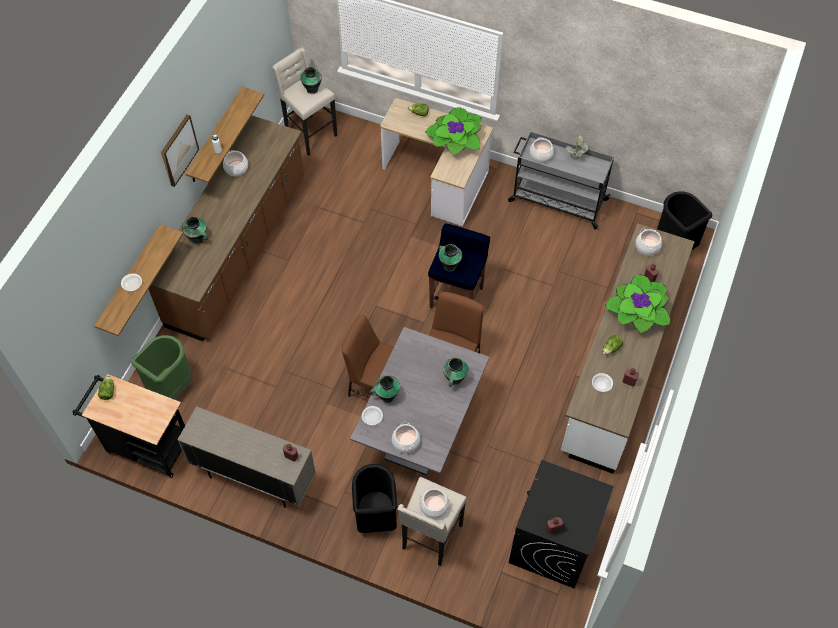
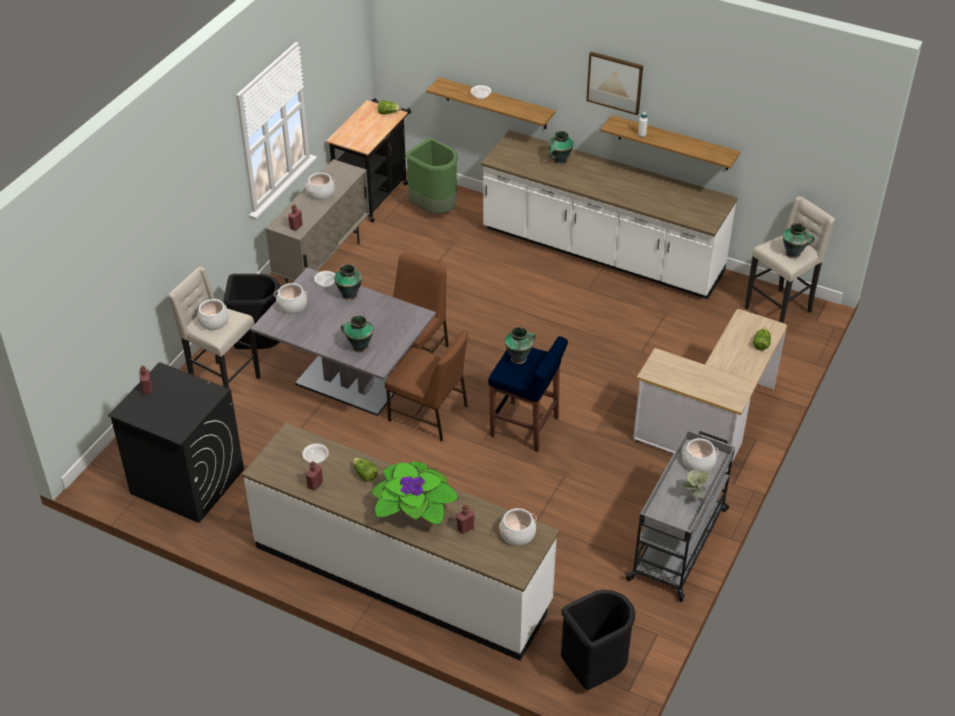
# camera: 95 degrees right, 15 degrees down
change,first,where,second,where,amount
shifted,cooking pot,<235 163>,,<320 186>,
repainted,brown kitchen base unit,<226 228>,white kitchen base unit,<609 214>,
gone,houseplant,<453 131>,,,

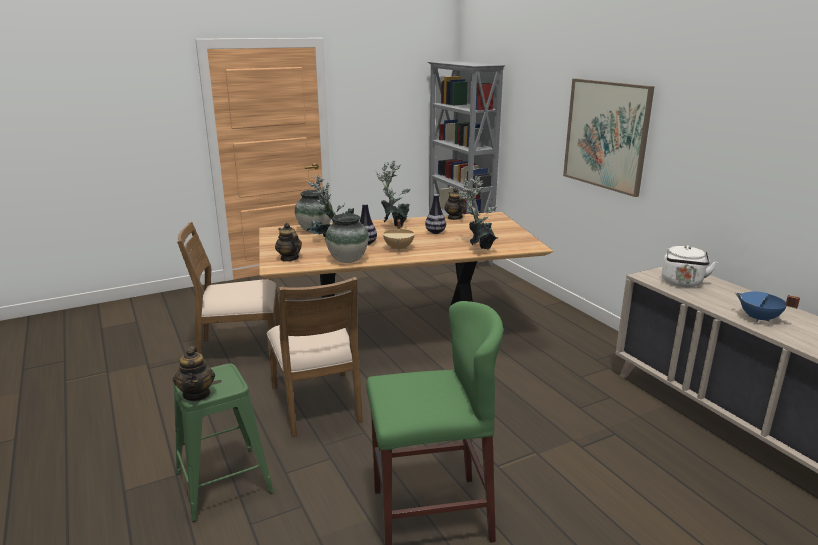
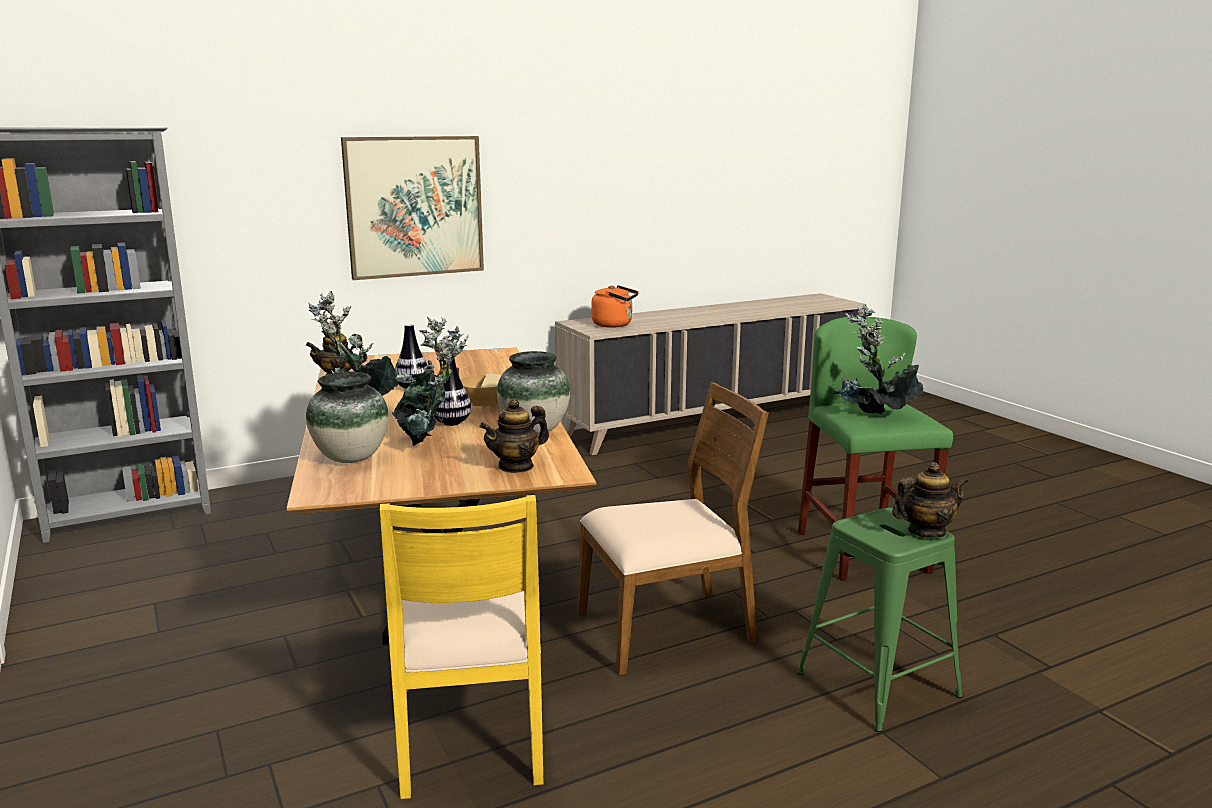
# camera: 90 degrees left, 5 degrees down
change,first,where,second,where,amount
repainted,brown plain chair,<228 293>,yellow-coloured plain chair,<462 647>,
repainted,white tea kettle,<689 266>,orange-coloured tea kettle,<615 306>,
shifted,houseplant,<478 213>,,<878 359>,
gone,bluish cooking pot,<767 306>,,,

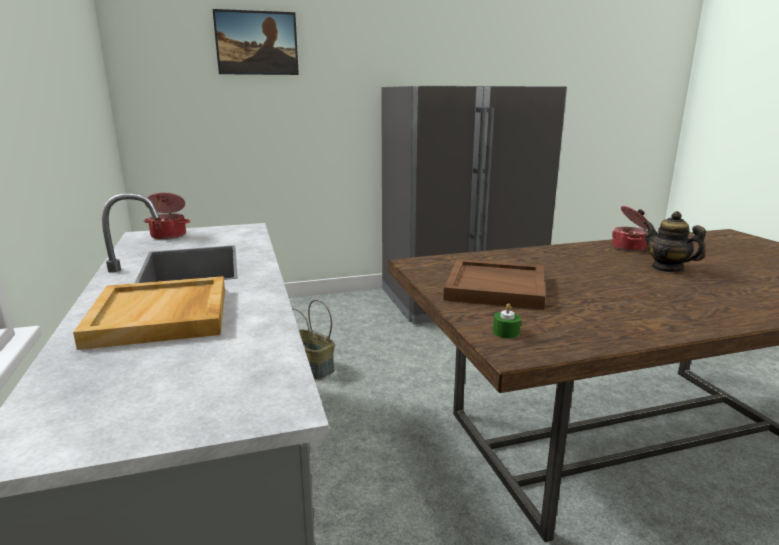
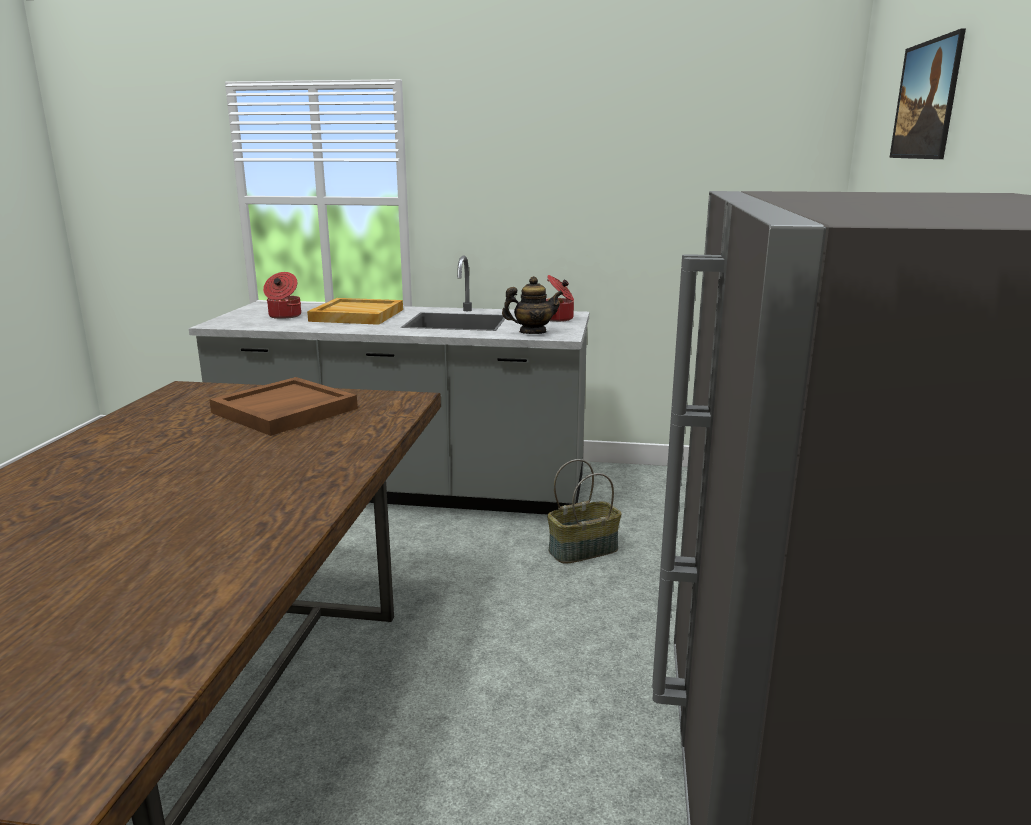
# camera: 115 degrees right, 0 degrees up
change,first,where,second,where,amount
shifted,cooking pot,<630 229>,,<282 295>,
shifted,teapot,<675 242>,,<532 305>,
gone,green wax candle,<507 321>,,,

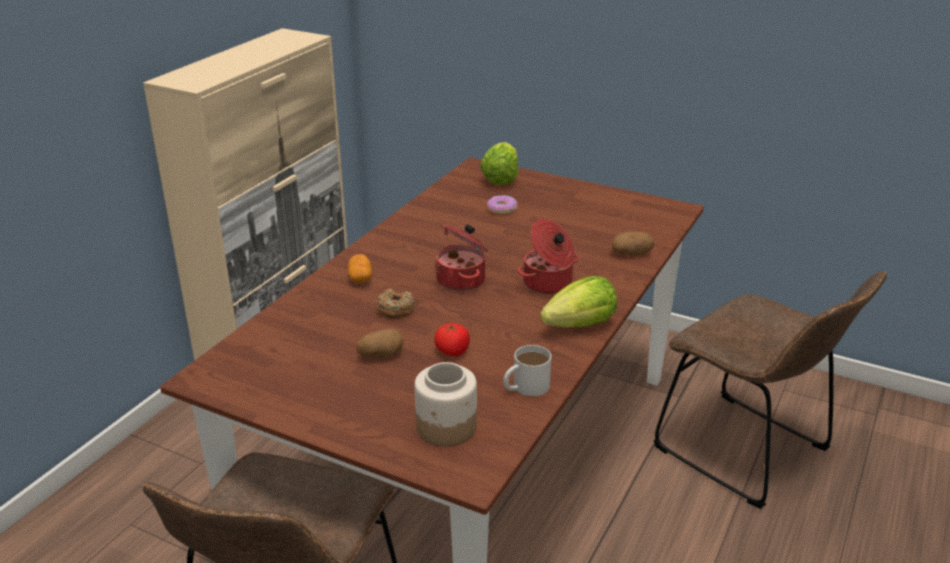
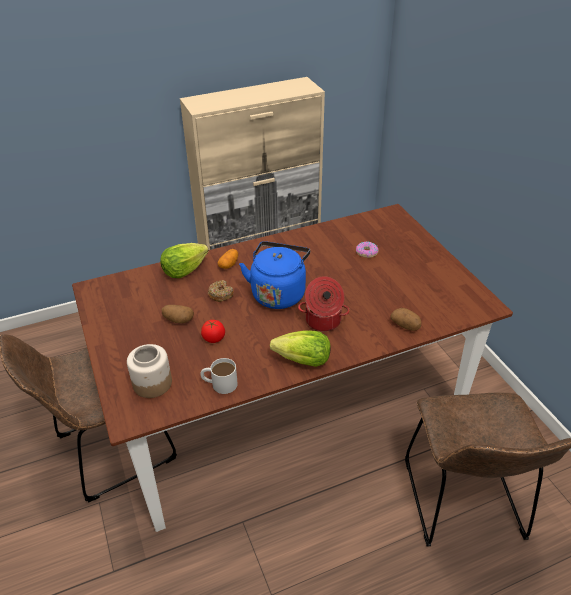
# camera: 40 degrees right, 10 degrees up
change,first,where,second,where,amount
shifted,lettuce head,<499 163>,,<184 260>,
swapped,cooking pot,<461 257>,bluish tea kettle,<274 275>,

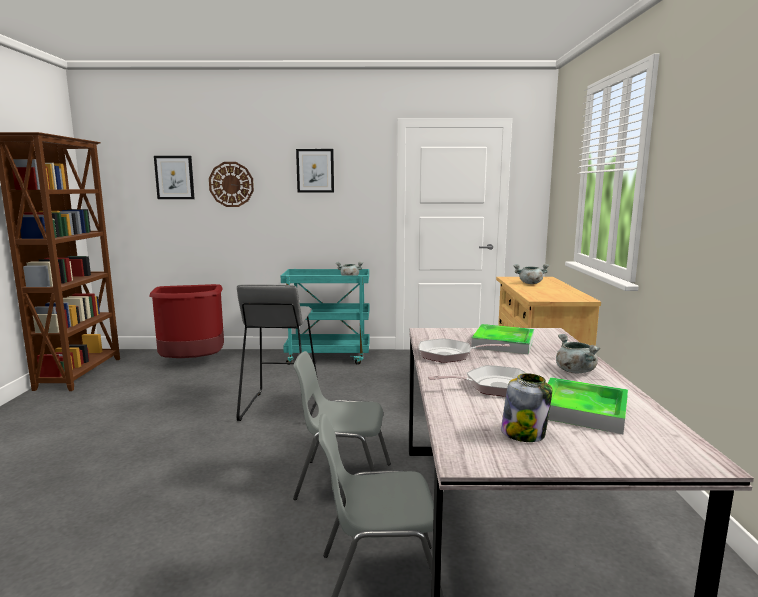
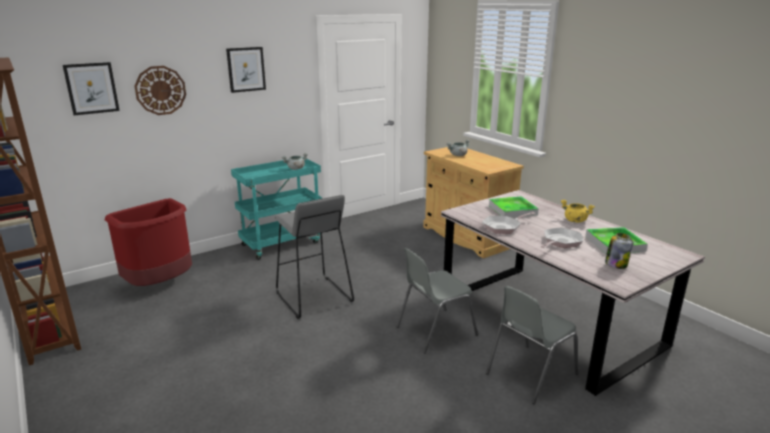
# camera: 35 degrees left, 10 degrees up
change,first,where,second,where,amount
repainted,greyish cooking pot,<578 353>,yellow-coloured cooking pot,<578 211>,

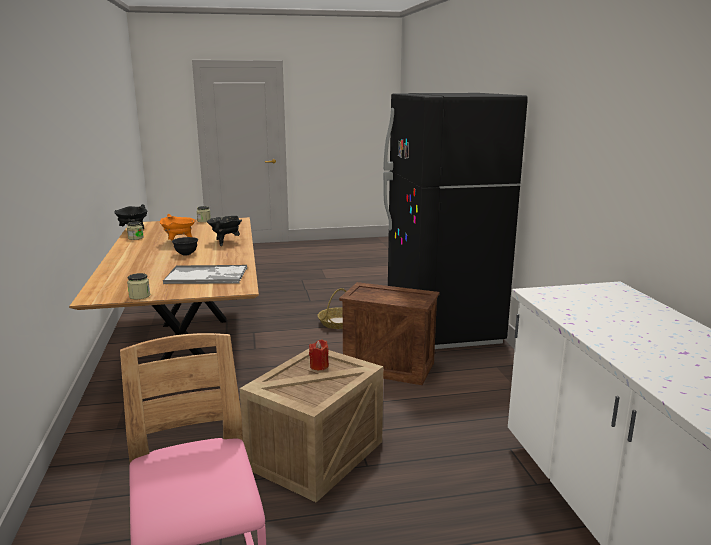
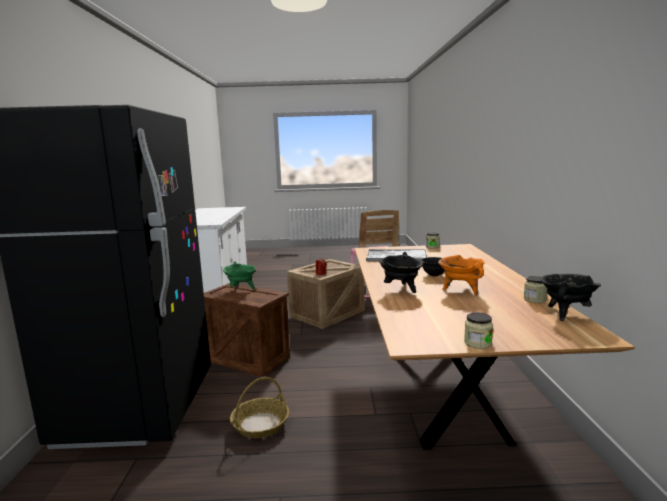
# camera: 170 degrees left, 5 degrees down
change,first,where,second,where,amount
new,,,green cooking pot,<239 275>,

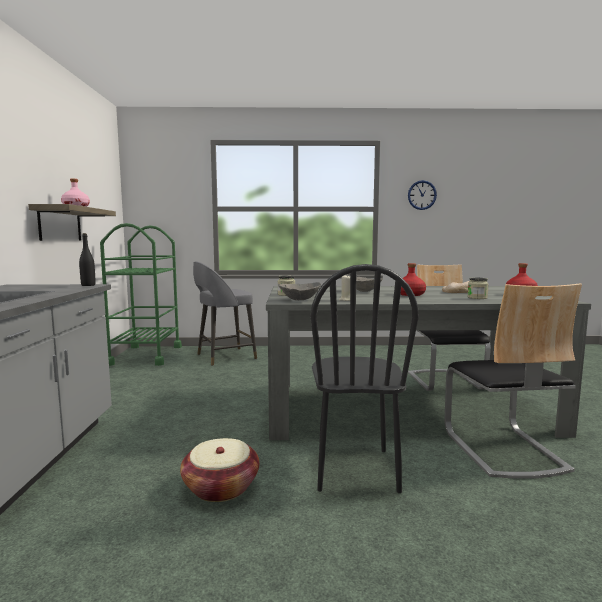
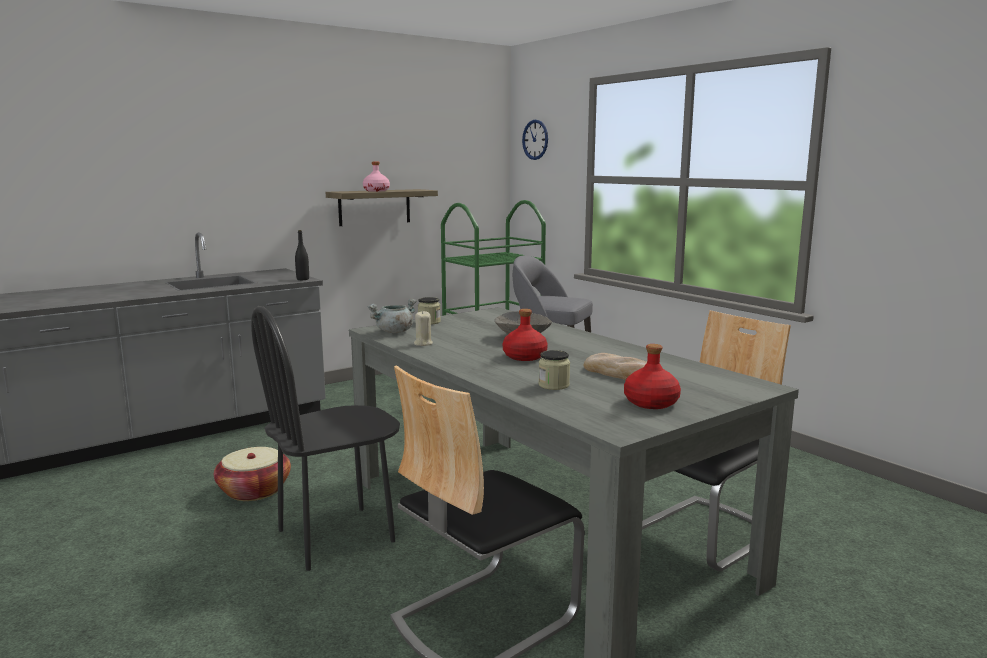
# camera: 55 degrees right, 5 degrees up
change,first,where,second,where,amount
swapped,greyish serving bowl,<299 291>,greyish cooking pot,<392 315>,
shifted,wall clock,<422 195>,,<535 140>,

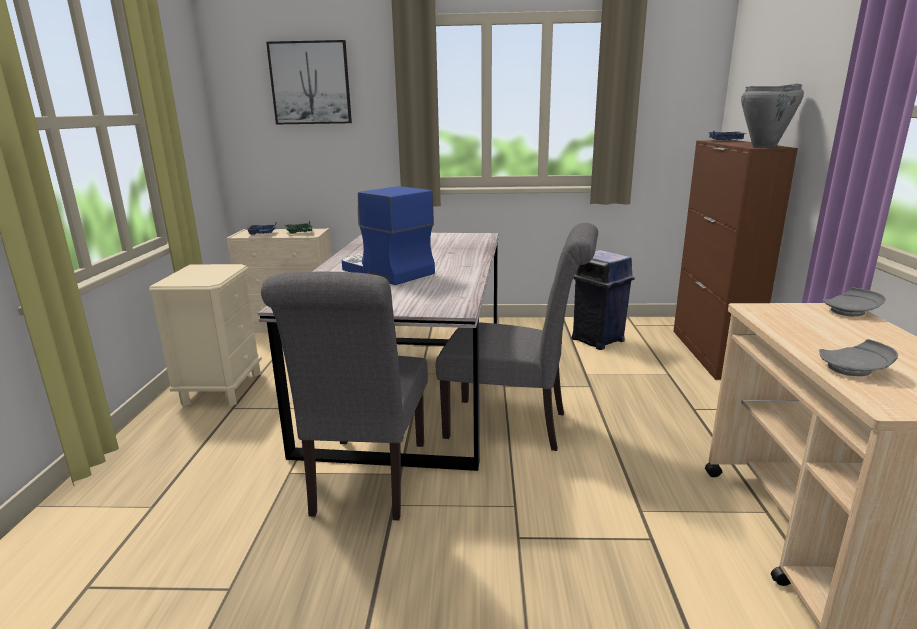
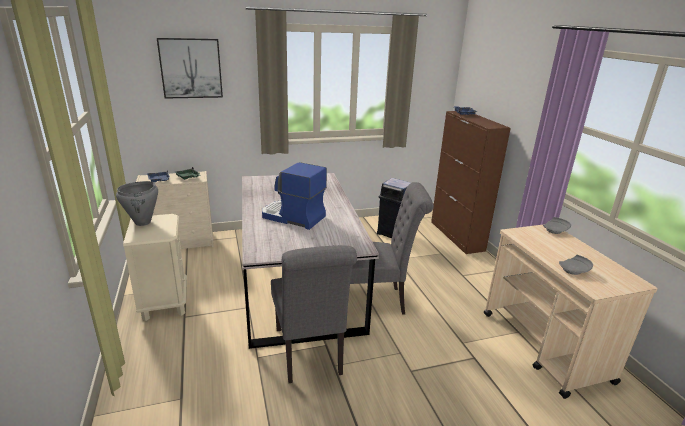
# camera: 20 degrees left, 5 degrees up
change,first,where,second,where,amount
shifted,greyish cooking pot,<772 116>,,<137 203>,

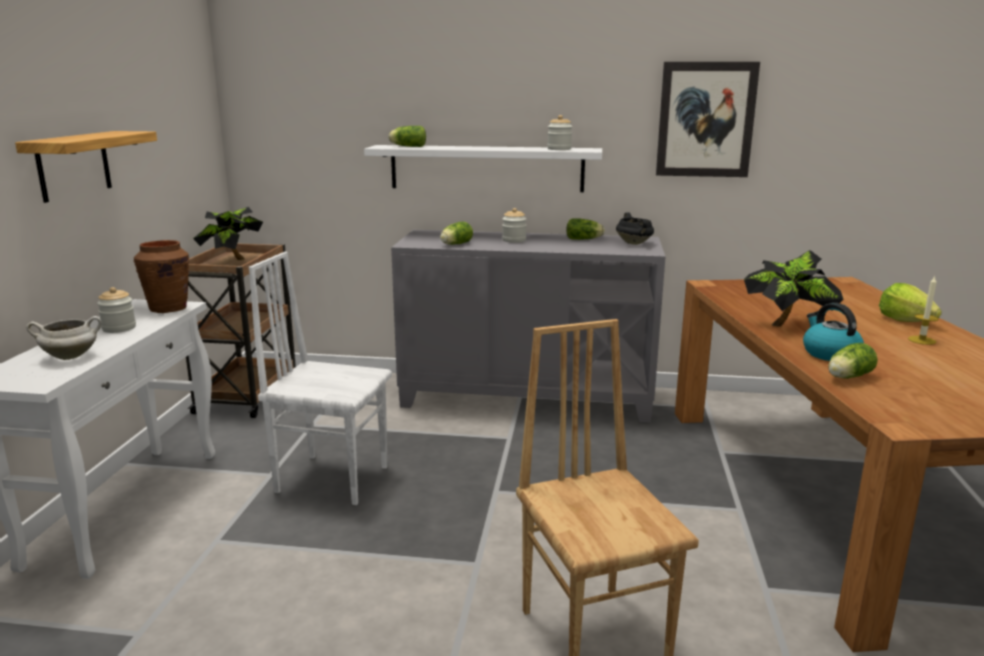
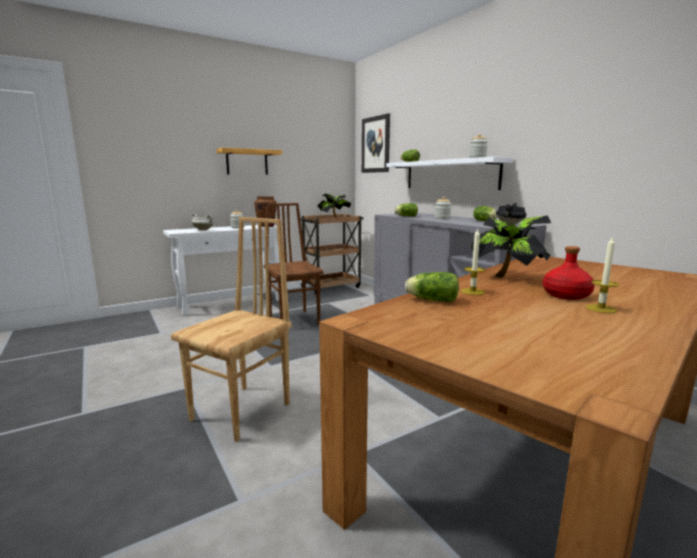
# camera: 50 degrees right, 5 degrees down
change,first,where,second,where,amount
repainted,white plain chair,<320 378>,brown plain chair,<294 264>,
shifted,picture,<708 119>,,<376 143>,
swapped,tea kettle,<833 332>,wax candle,<473 262>,
new,,,red-coloured bottle,<569 273>,
gone,lettuce head,<910 302>,,,

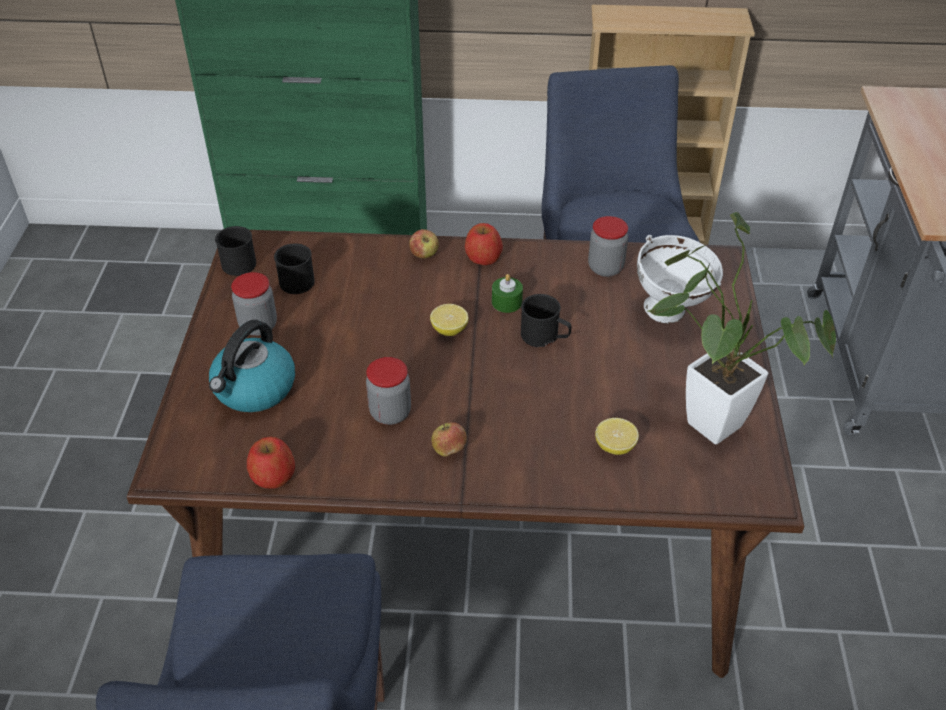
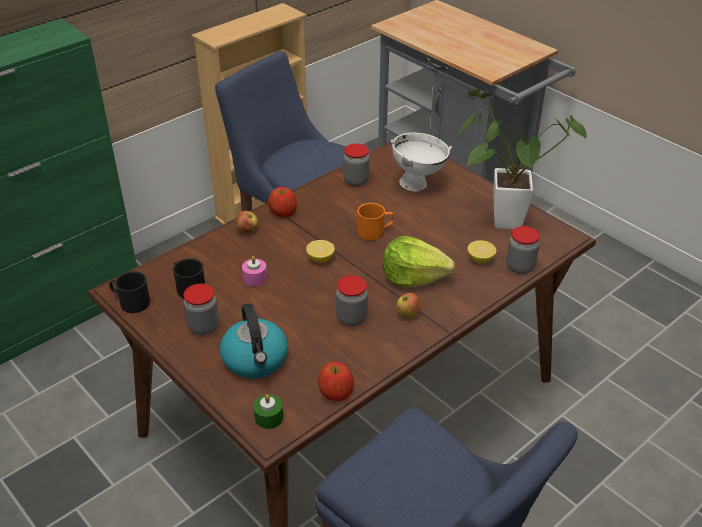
# camera: 45 degrees left, 5 degrees down
change,first,where,second,where,amount
new,,,pink-coloured wax candle,<254 271>,
shifted,green wax candle,<507 293>,,<268 411>,
repainted,blackish coffee mug,<546 320>,orange-coloured coffee mug,<375 221>,
new,,,lettuce head,<419 261>,
new,,,preserve jar,<523 250>,

